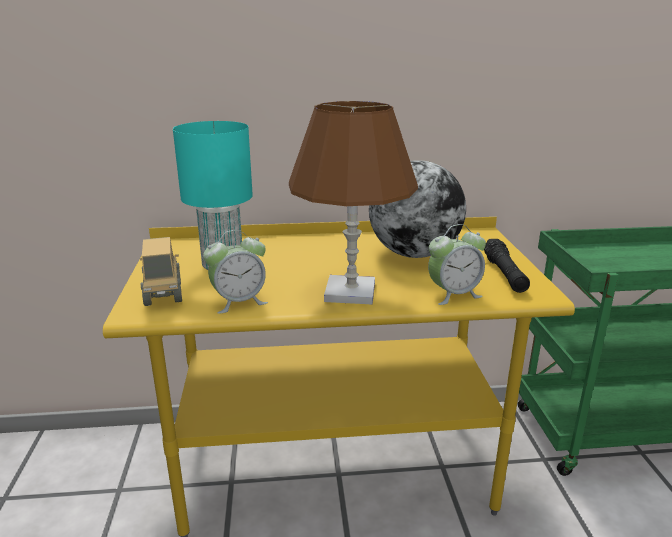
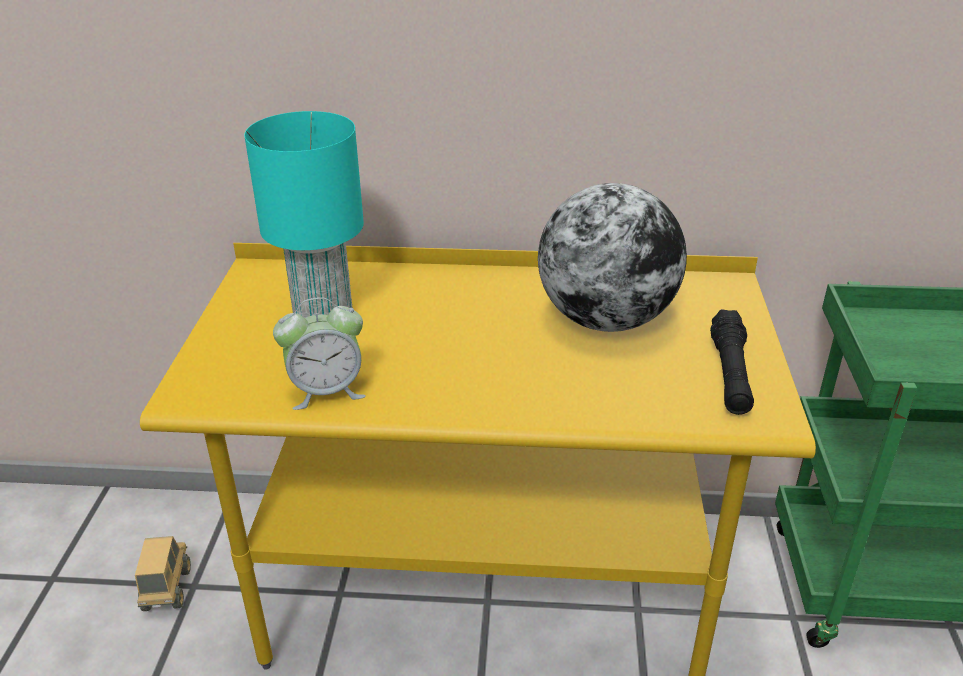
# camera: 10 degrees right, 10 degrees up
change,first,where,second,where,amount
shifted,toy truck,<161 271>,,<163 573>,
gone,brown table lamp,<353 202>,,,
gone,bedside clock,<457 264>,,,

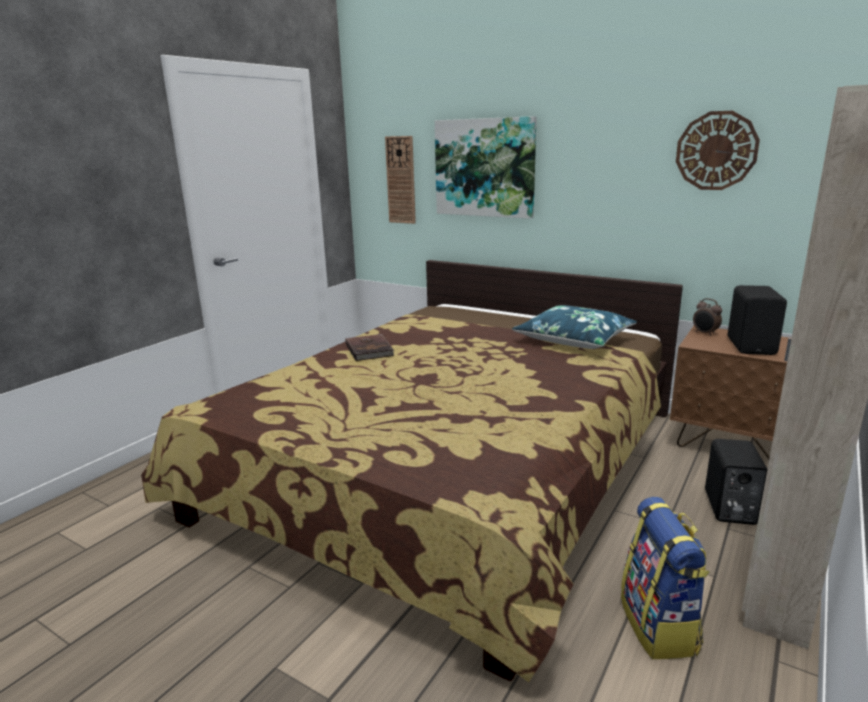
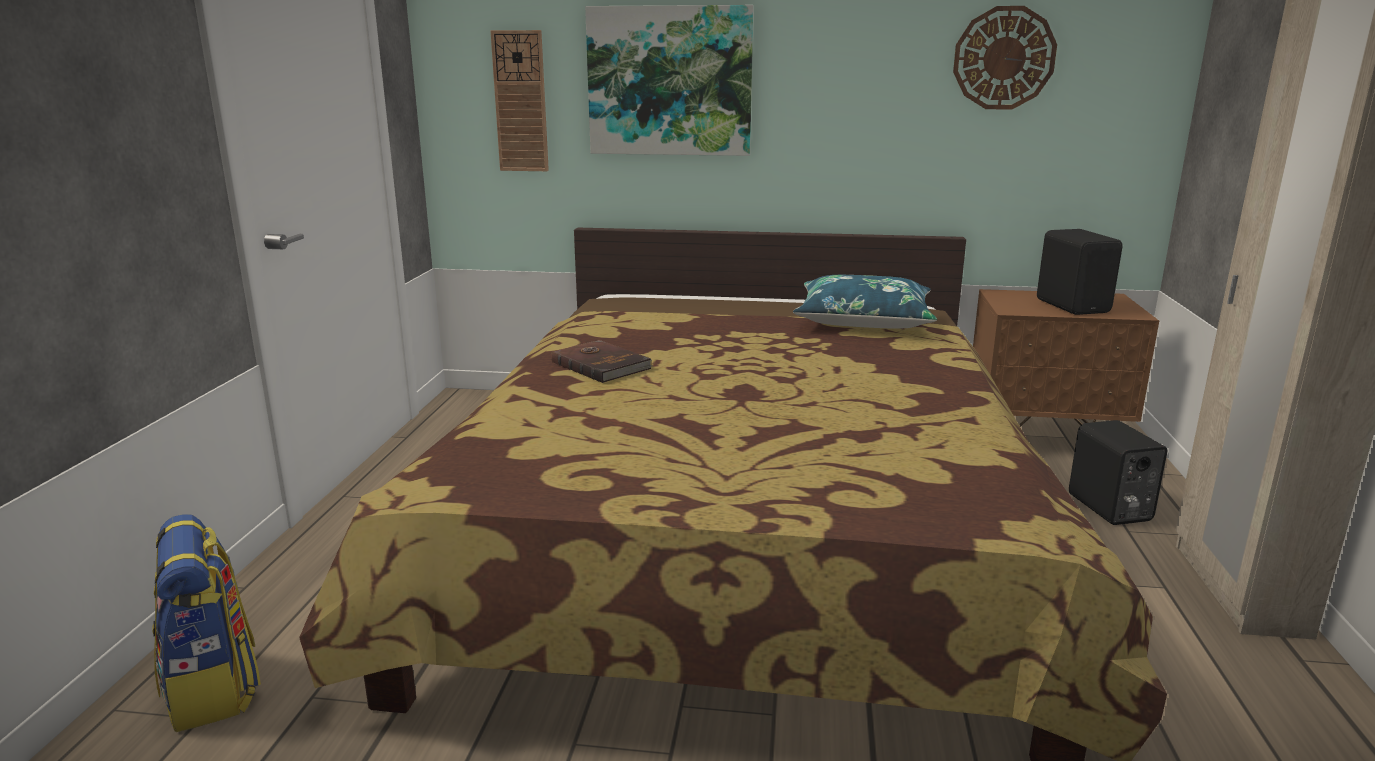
# camera: 25 degrees left, 0 degrees up
change,first,where,second,where,amount
shifted,rucksack,<665 578>,,<206 623>,
gone,bedside clock,<707 317>,,,

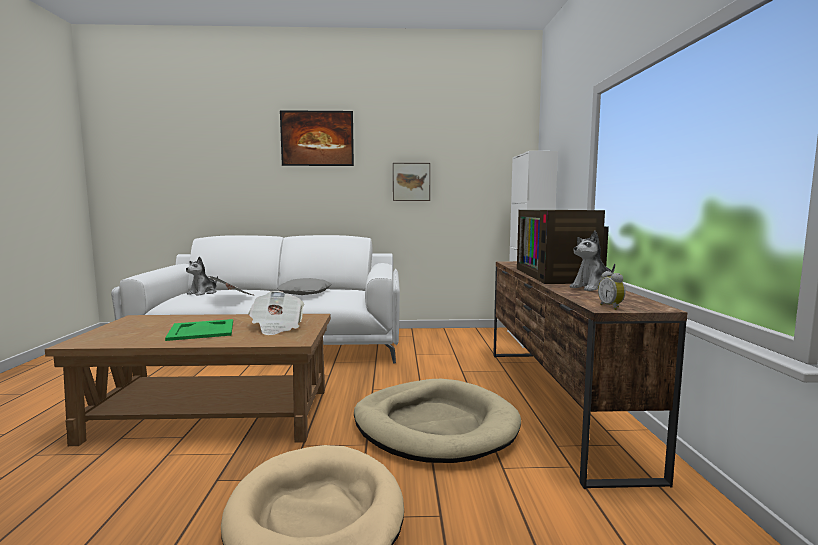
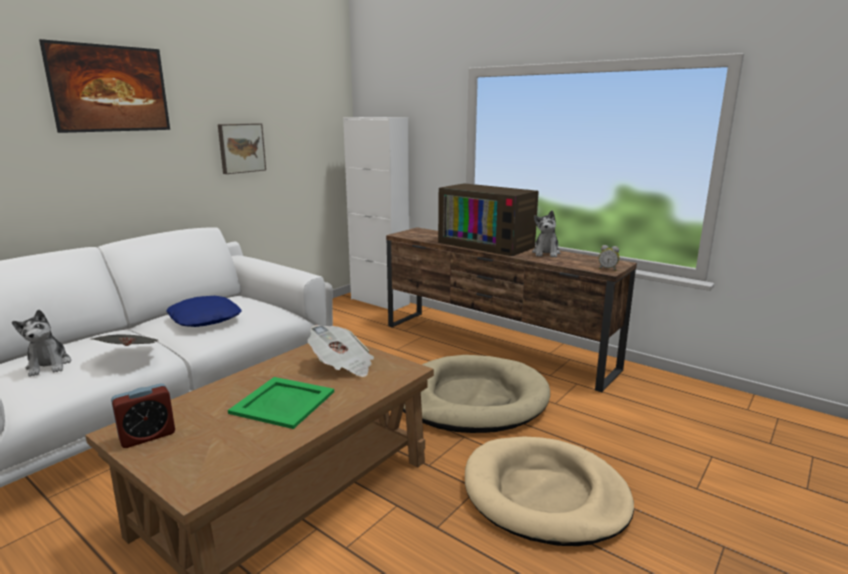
# camera: 50 degrees left, 10 degrees up
change,first,where,second,where,amount
new,,,bedside clock,<143 416>,
repainted,greyish throw pillow,<304 286>,bluish throw pillow,<203 311>,

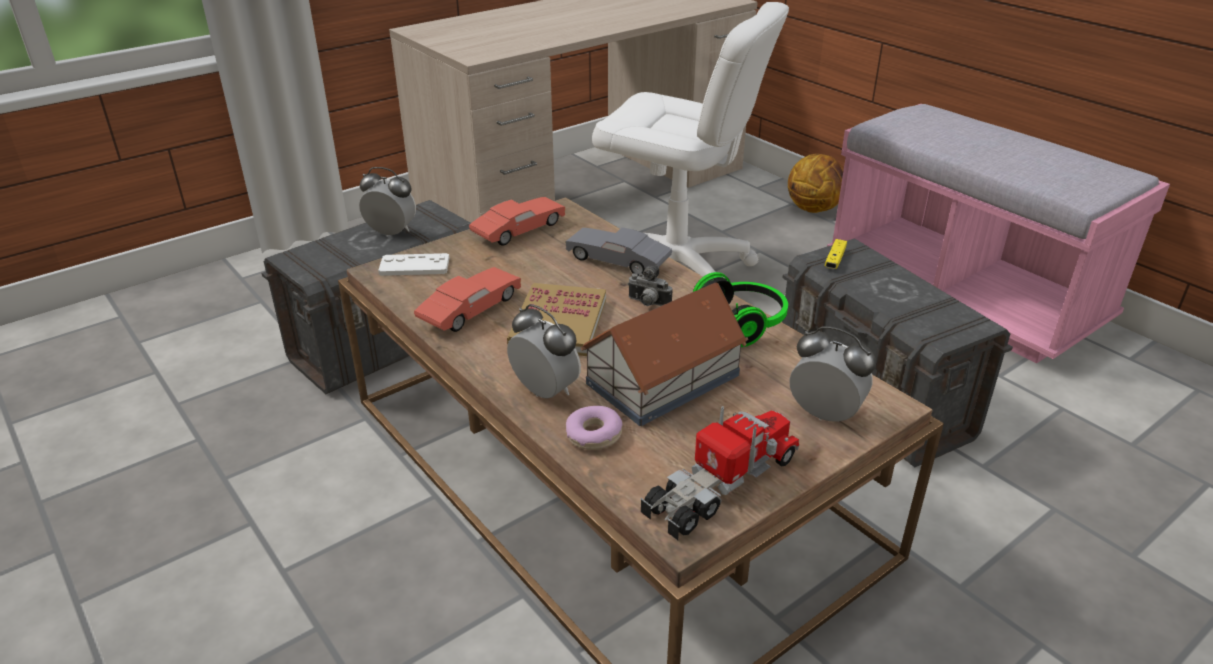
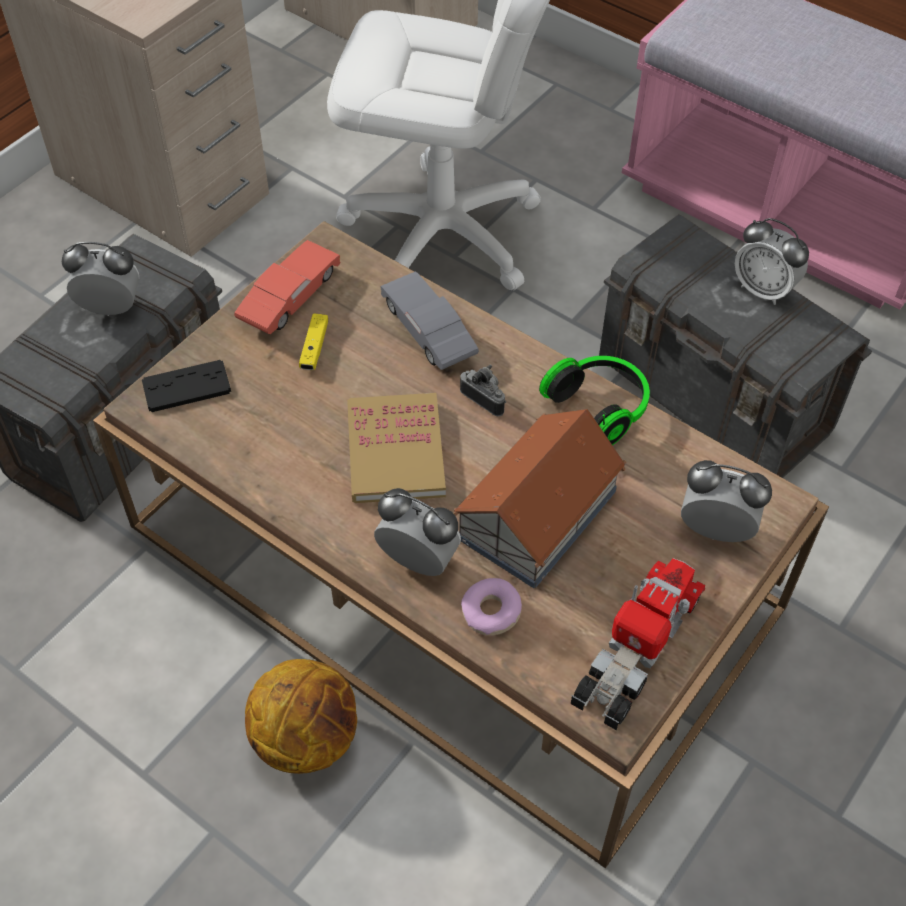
# camera: 15 degrees left, 20 degrees up
change,first,where,second,where,amount
repainted,white game controller,<413 264>,blackish game controller,<186 386>,
shifted,basketball ball,<816 183>,,<301 716>,
shifted,yellow-coloured game controller,<836 254>,,<313 342>,
rotated,greyish miniature car,<618 251>,,<429 320>,45 degrees clockwise
rotated,still camera,<650 285>,,<483 391>,150 degrees counterclockwise
new,,,bedside clock,<772 261>,
gone,red-coloured miniature car,<467 299>,,,

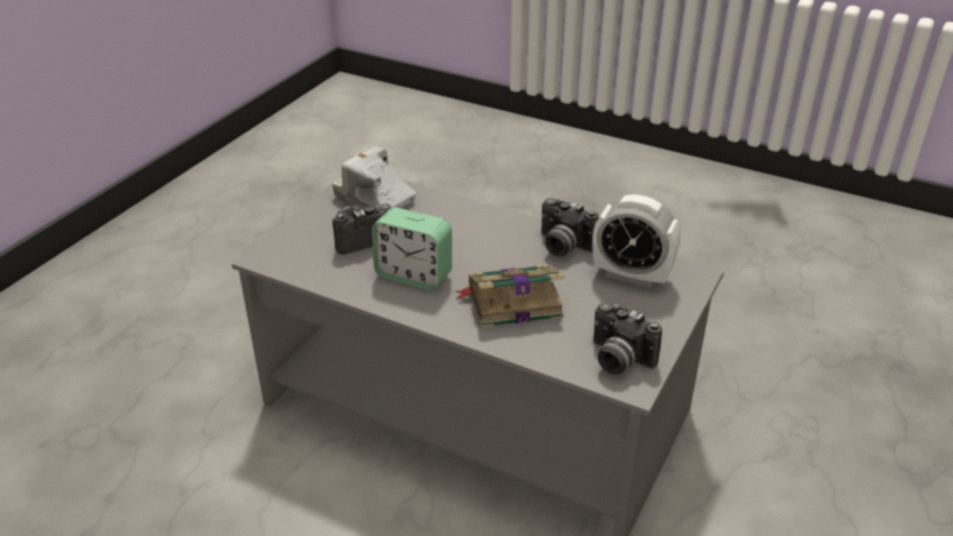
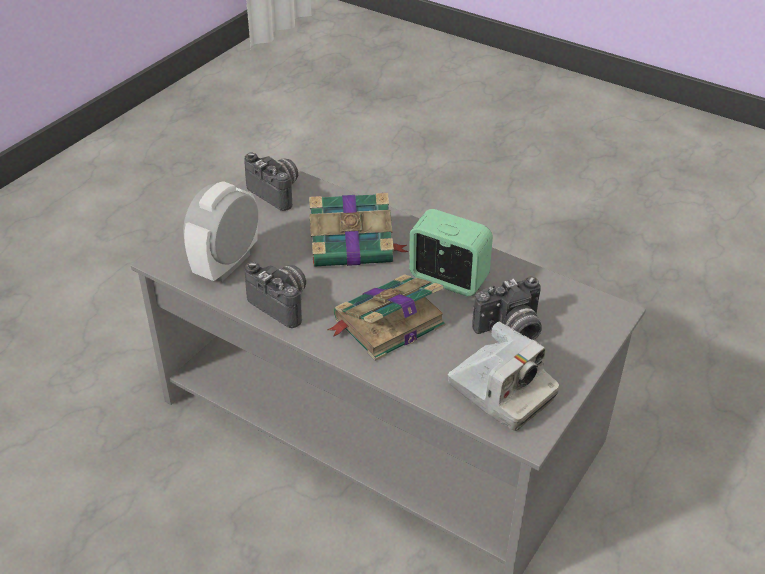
# camera: 175 degrees left, 5 degrees up
change,first,where,second,where,amount
rotated,bedside clock,<636 241>,,<220 231>,90 degrees counterclockwise
new,,,bound book,<386 317>,

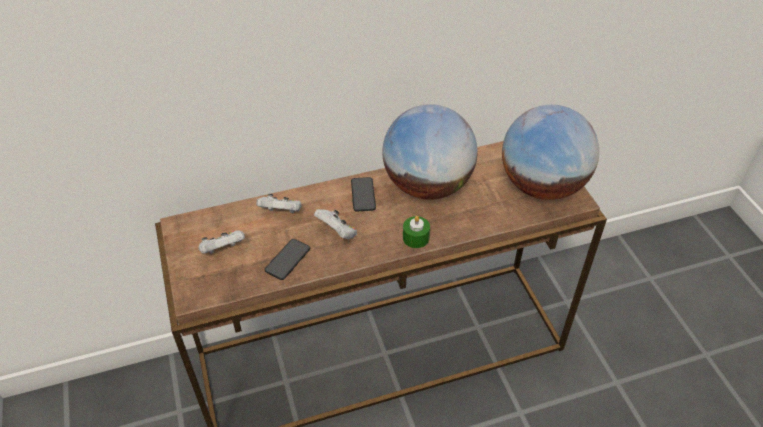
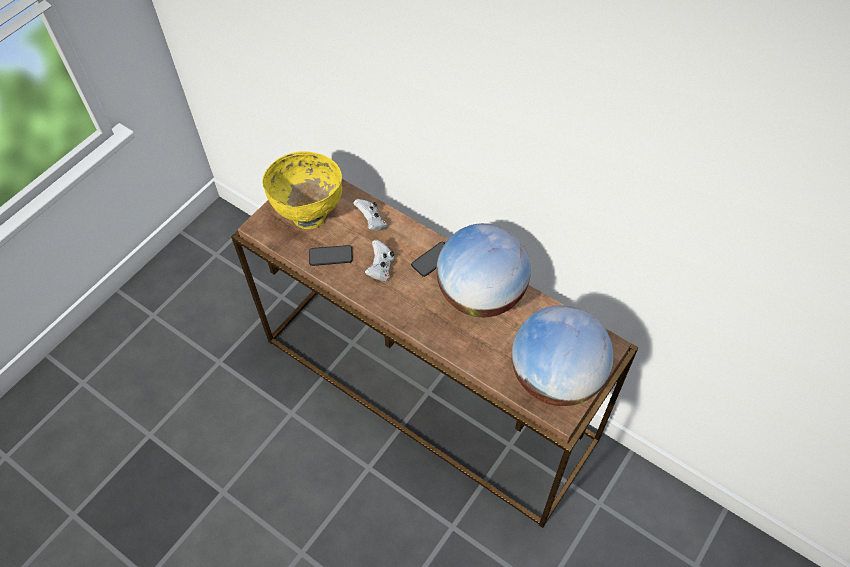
# camera: 55 degrees right, 10 degrees up
change,first,where,second,where,amount
swapped,white game controller,<222 242>,yellow-coloured serving bowl,<302 190>,
gone,green wax candle,<416 232>,,,

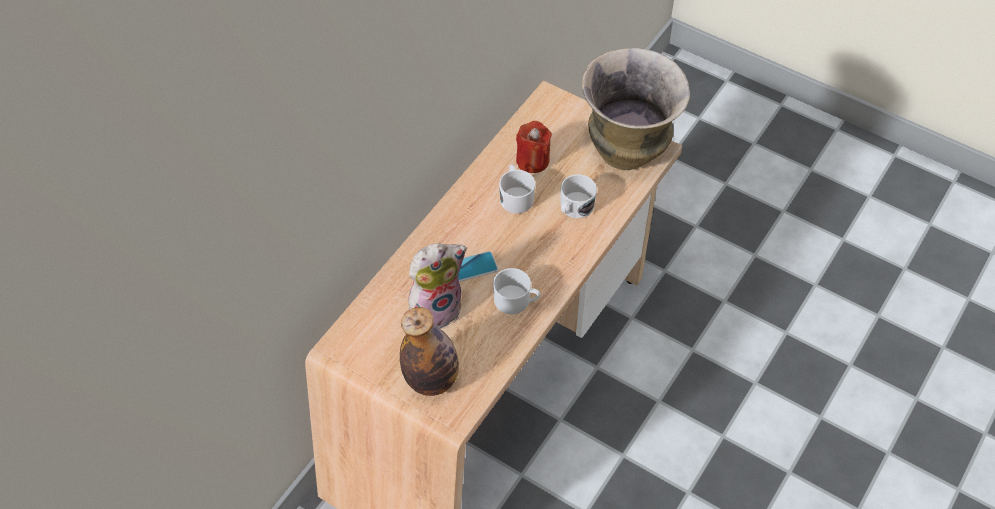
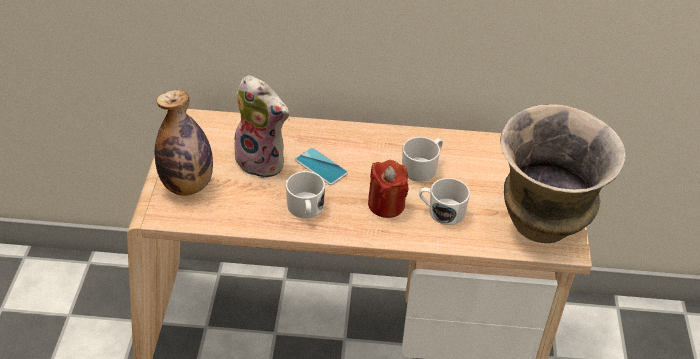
# camera: 60 degrees right, 10 degrees down
change,first,where,second,where,amount
shifted,red-coloured wax candle,<534 147>,,<388 189>,

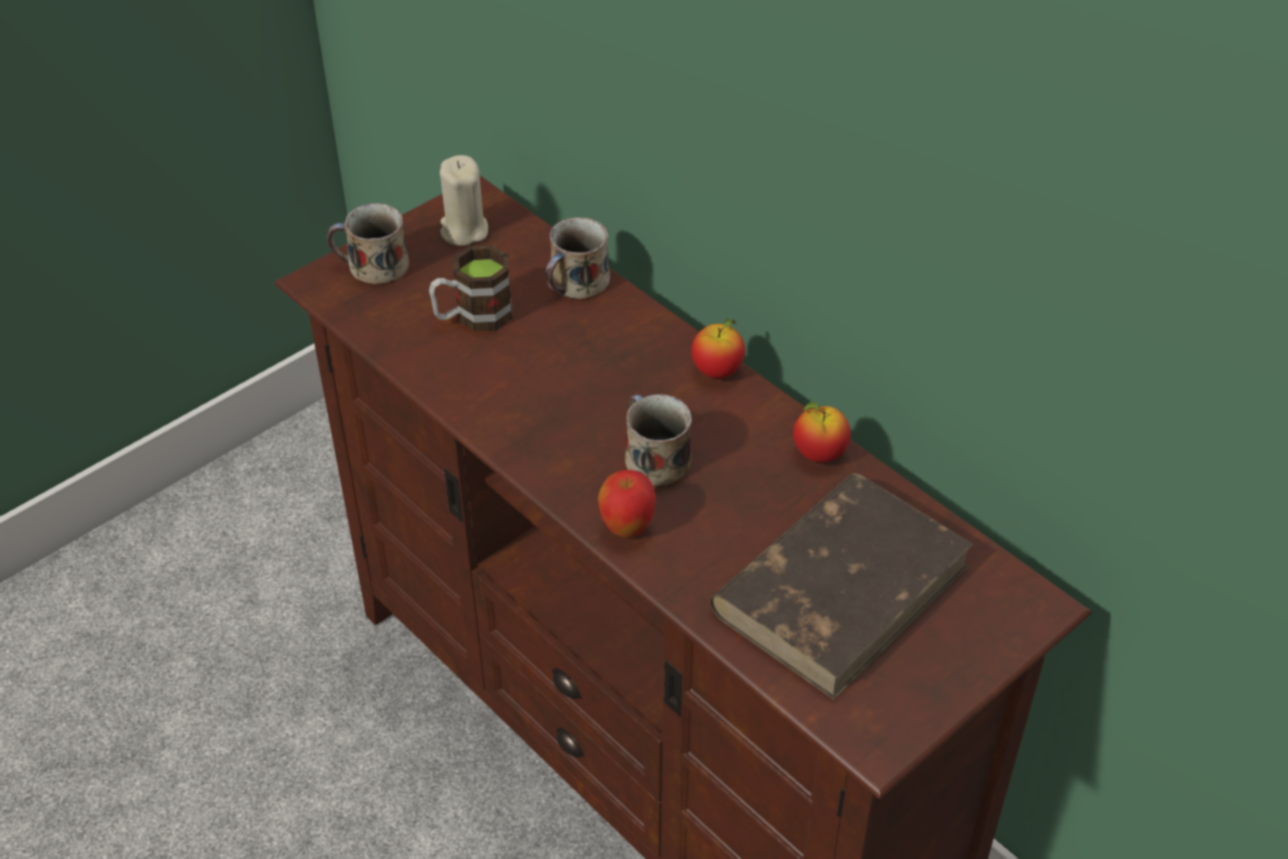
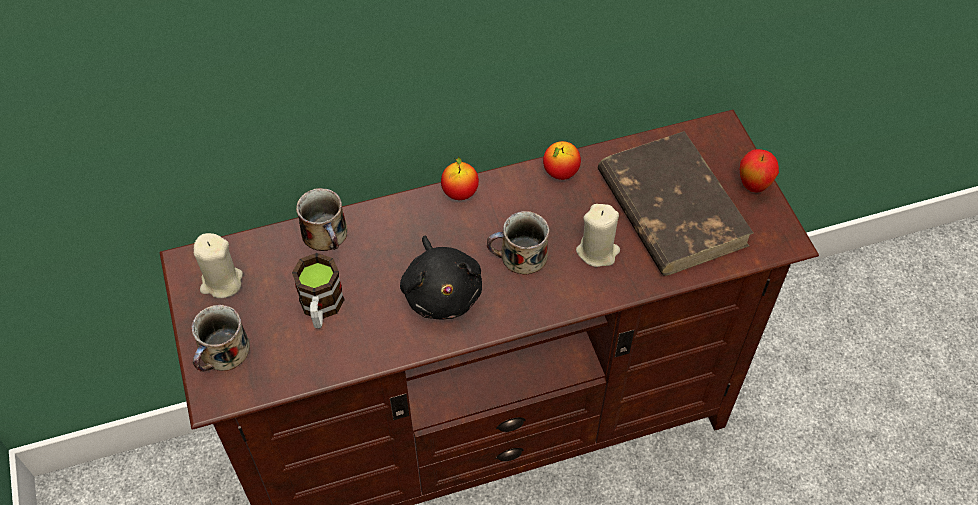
# camera: 65 degrees left, 10 degrees up
change,first,where,second,where,amount
new,,,blackish plush toy,<441 277>,
new,,,beige wax candle,<598 235>,
shifted,apple fruit,<627 503>,,<759 171>,

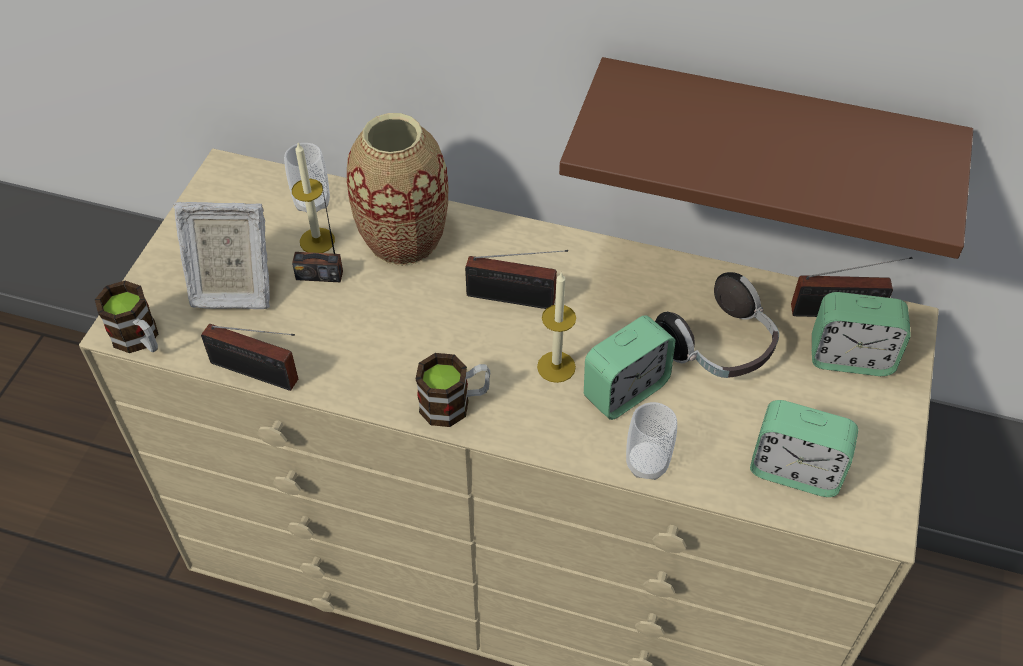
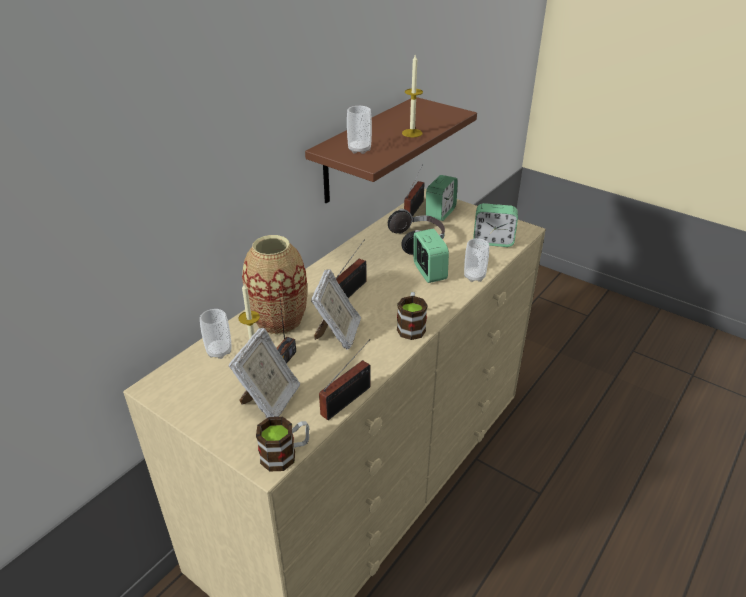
# camera: 70 degrees left, 15 degrees down
change,first,where,second,where,amount
new,,,picture frame,<336 309>,
new,,,small cup,<359 130>,
shifted,wax candle,<556 327>,,<412 96>,
rotated,bedside clock,<804 448>,,<495 225>,60 degrees clockwise

